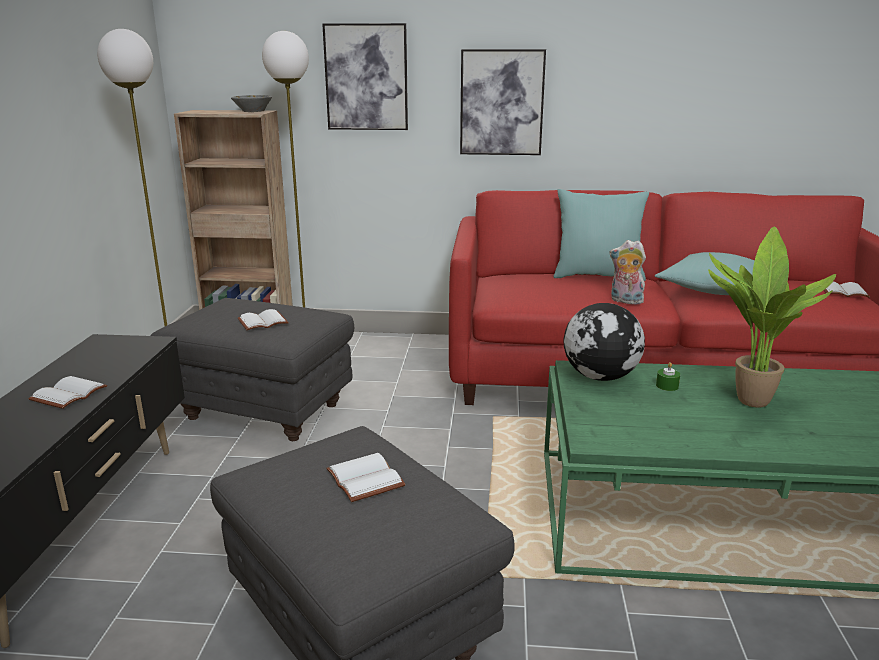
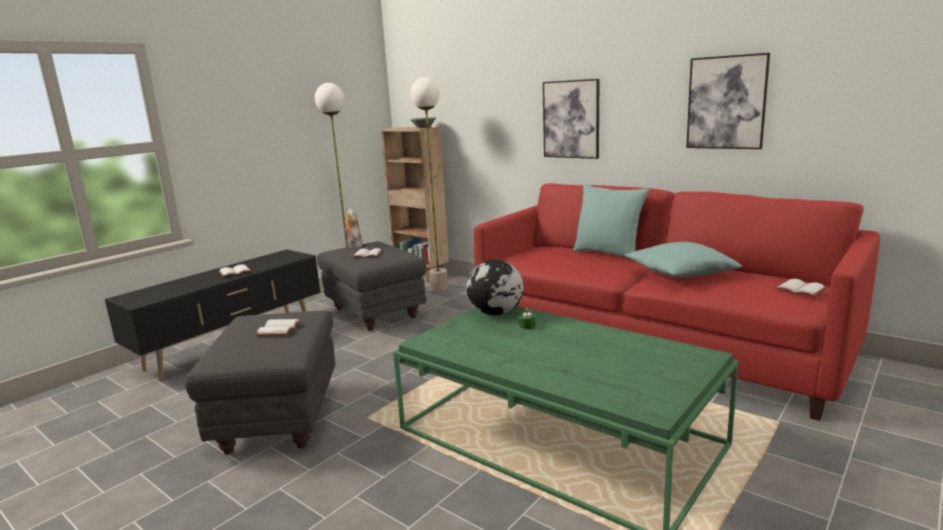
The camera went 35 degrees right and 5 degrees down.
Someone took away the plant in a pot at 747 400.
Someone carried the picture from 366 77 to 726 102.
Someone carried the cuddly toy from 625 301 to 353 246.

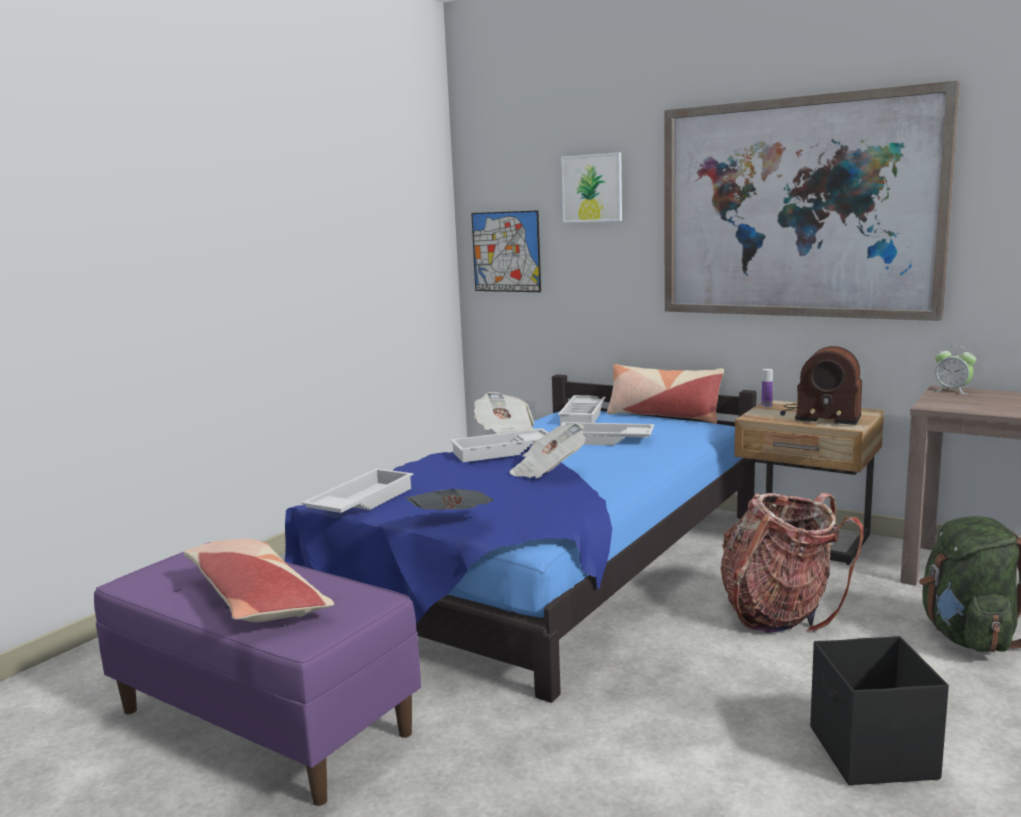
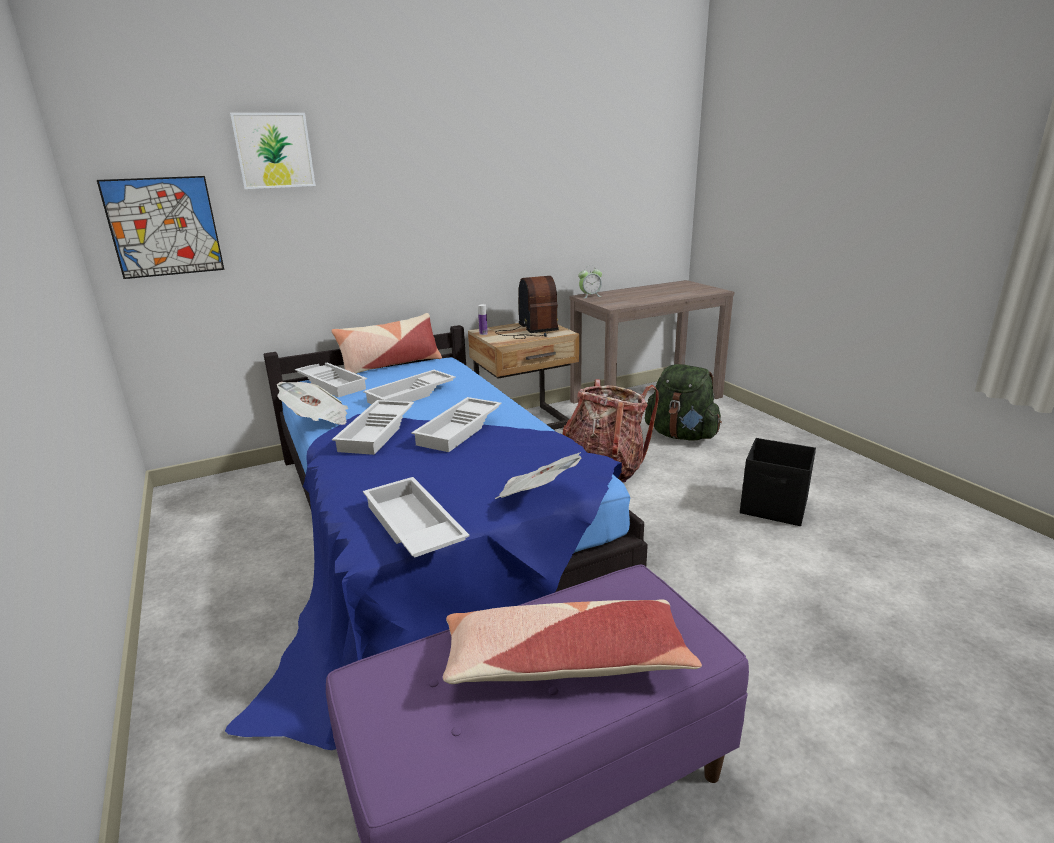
The camera went 60 degrees left and 10 degrees up.
Someone took away the picture at 798 208.
Someone swapped the newspaper at 548 471 for the white-coloured serving tray at 460 430.
Someone rotated the radio set at 819 415 by 75 degrees counterclockwise.

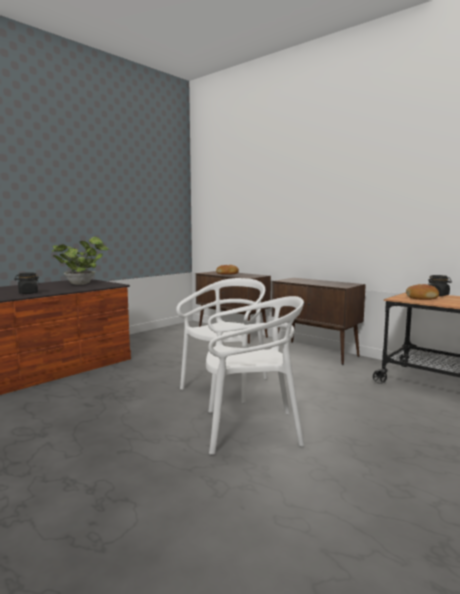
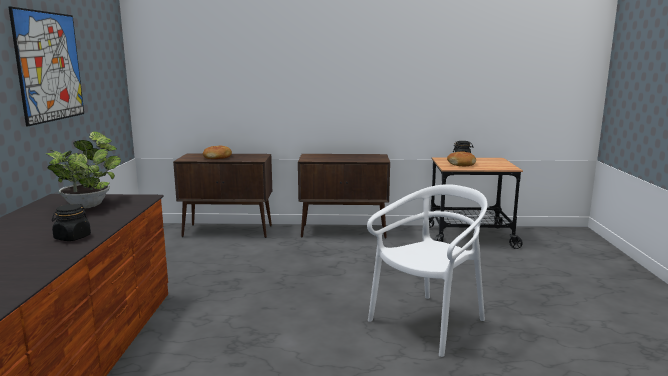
The camera went 40 degrees left and 5 degrees up.
Someone took away the white-coloured plain chair at 227 385.
Someone put up the picture at 50 66.

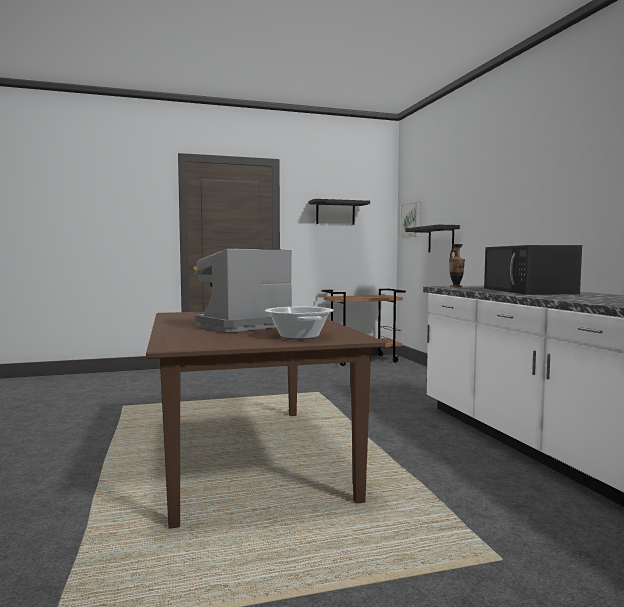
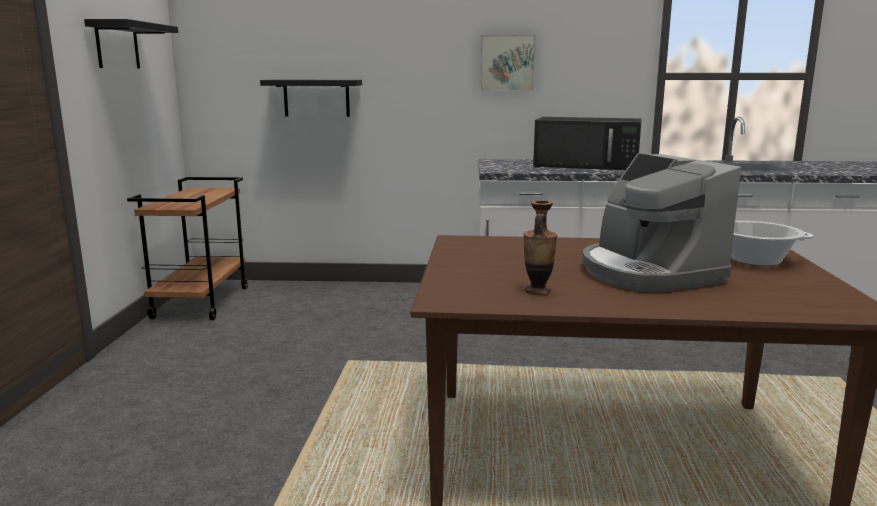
The camera went 70 degrees left and 10 degrees up.
Someone carried the picture from 411 220 to 507 63.
Someone carried the vase from 456 287 to 538 291.

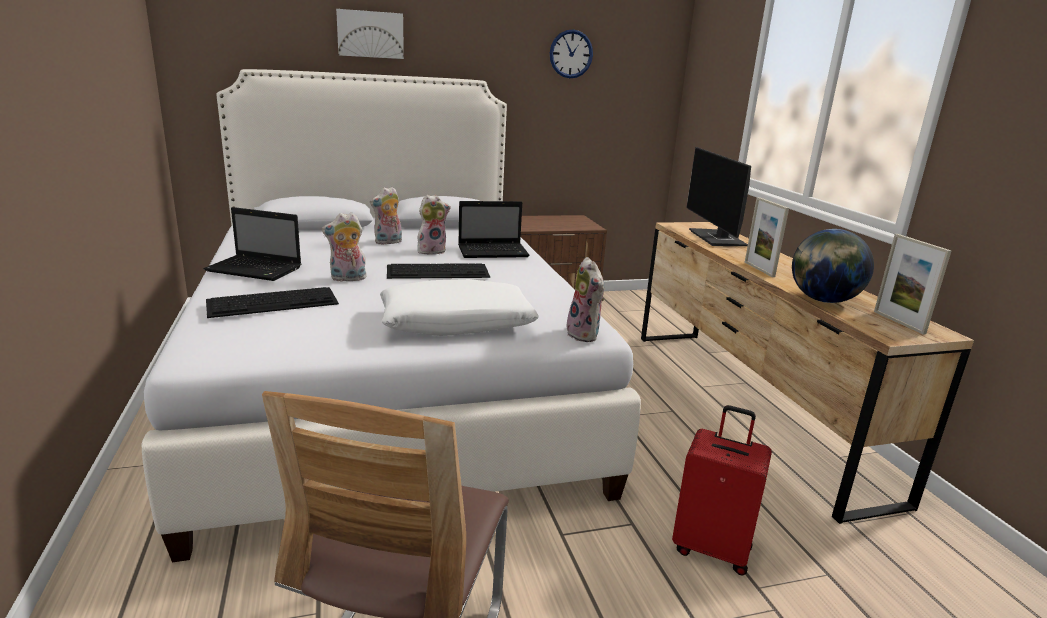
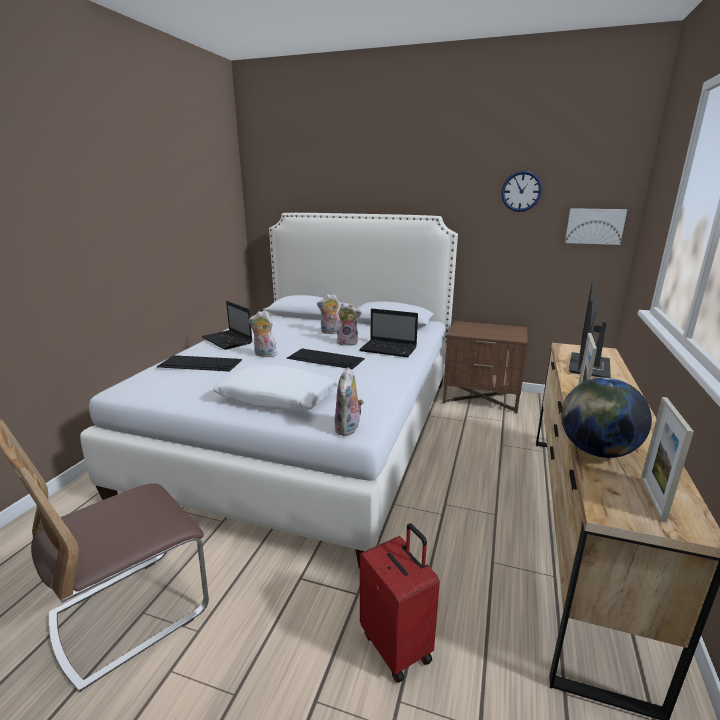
The camera went 35 degrees right and 0 degrees up.
Someone carried the picture from 370 34 to 594 226.

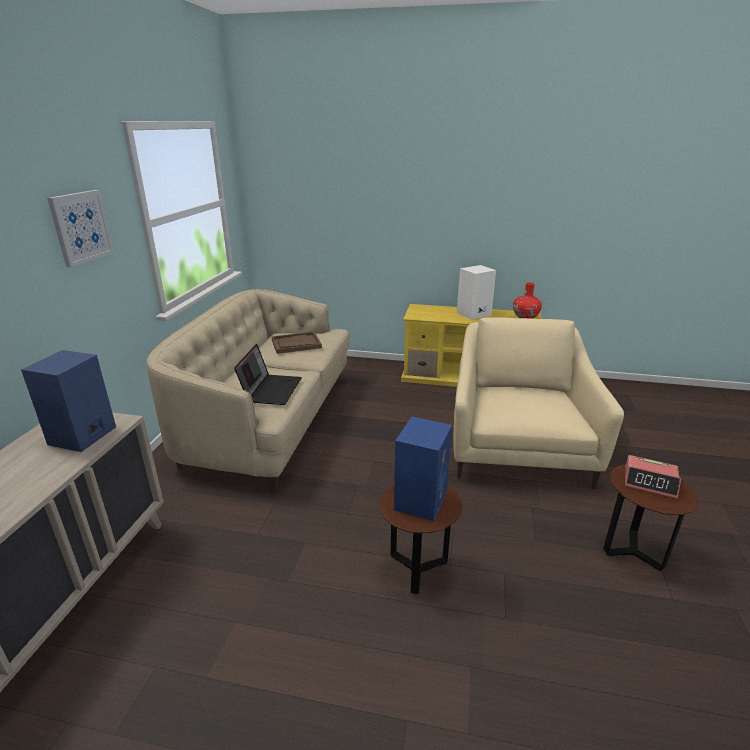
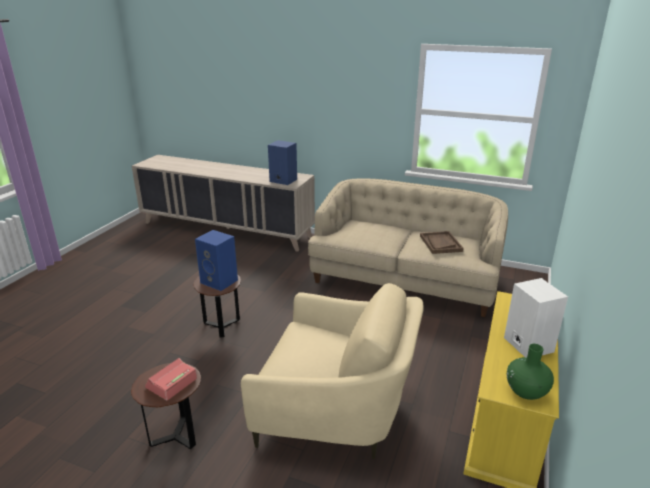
The camera went 100 degrees right and 0 degrees up.
Someone took away the picture at 81 227.
Someone took away the portable computer at 271 389.
Someone repainted the red vase at 525 317, which became the green-coloured vase at 526 391.

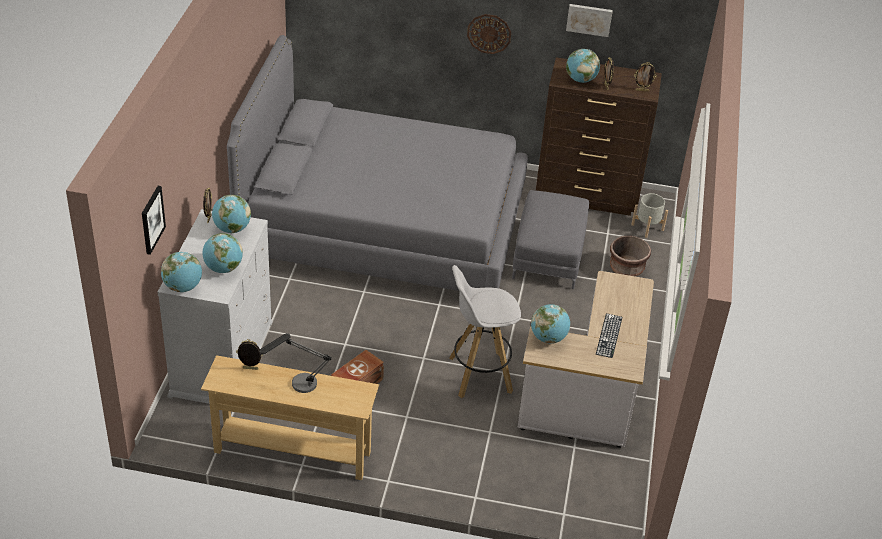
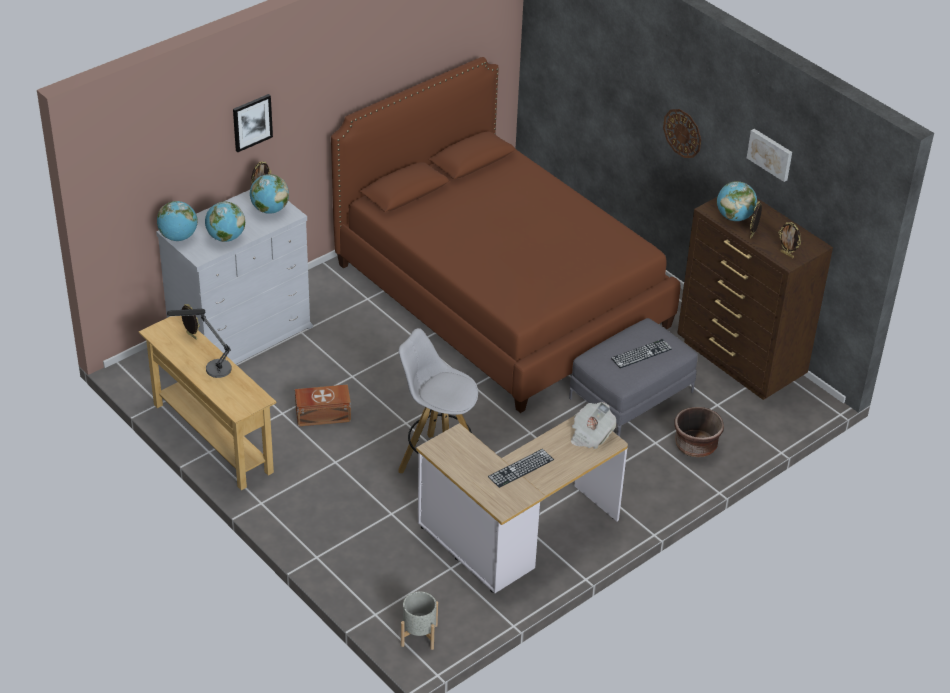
The camera went 40 degrees right and 0 degrees up.
Someone took away the world globe at 548 338.
Someone put down the newspaper at 590 435.
Someone put down the computer keyboard at 641 353.
Someone carried the picture from 152 219 to 252 122.
Someone carried the greyish planter from 647 227 to 419 635.
Someone repainted the greyish bedroom bed at 383 227, which became the brownish bedroom bed at 501 294.

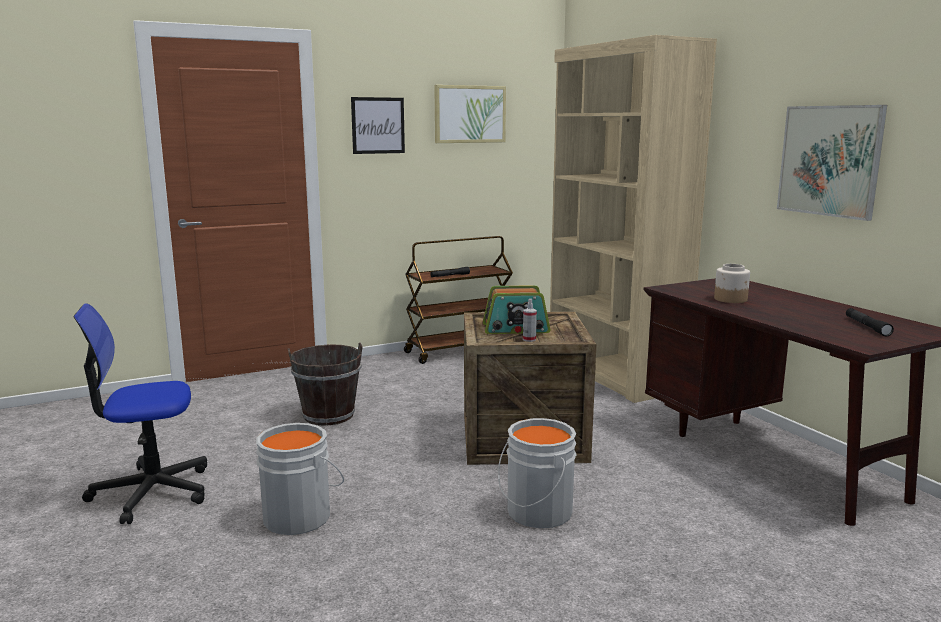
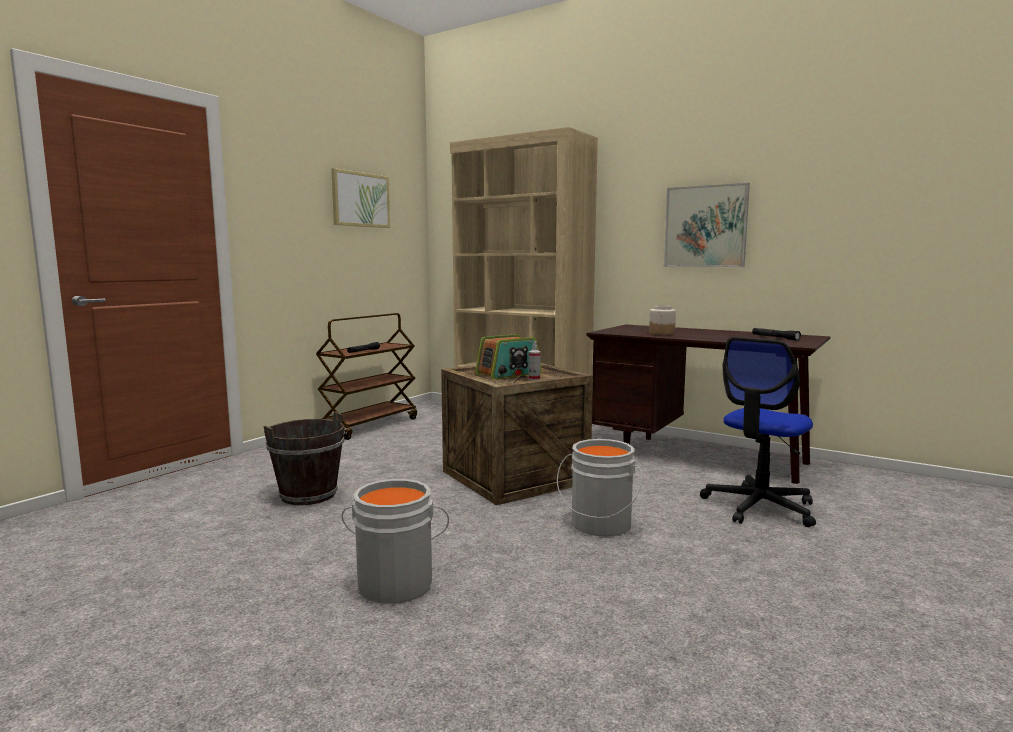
The camera went 30 degrees left and 5 degrees down.
Someone took away the picture at 378 125.
Someone carried the computer chair from 151 492 to 759 507.

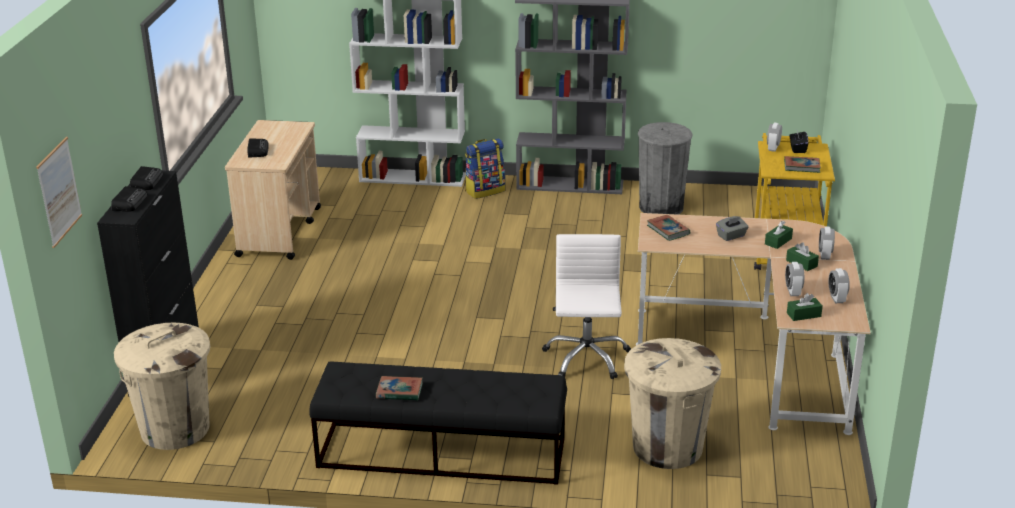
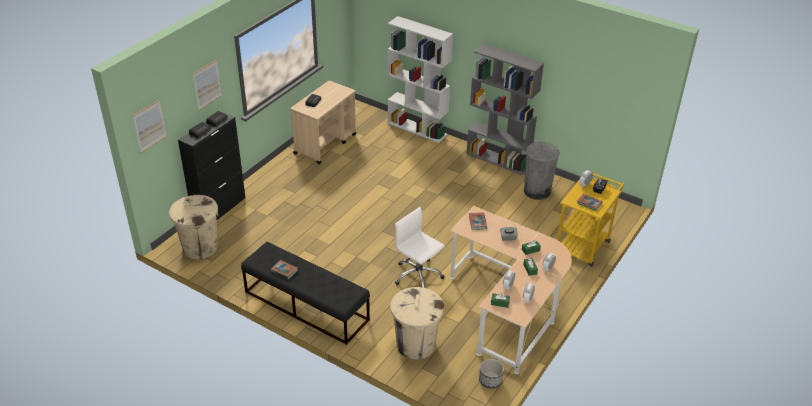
The camera went 25 degrees right and 10 degrees up.
Someone took away the backpack at 485 191.
Someone put up the picture at 207 84.
Someone put down the planter at 490 380.
Someone rotated the white-coloured computer chair at 586 357 by 75 degrees counterclockwise.

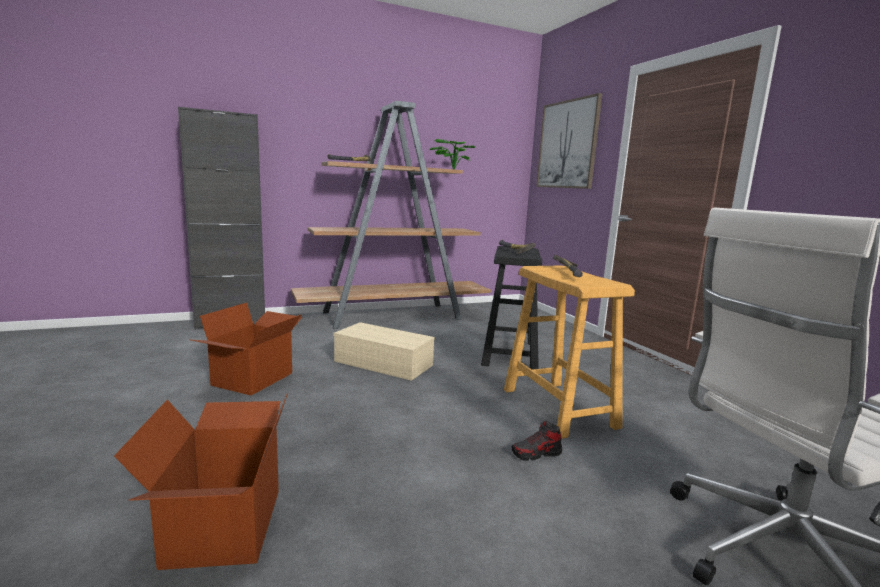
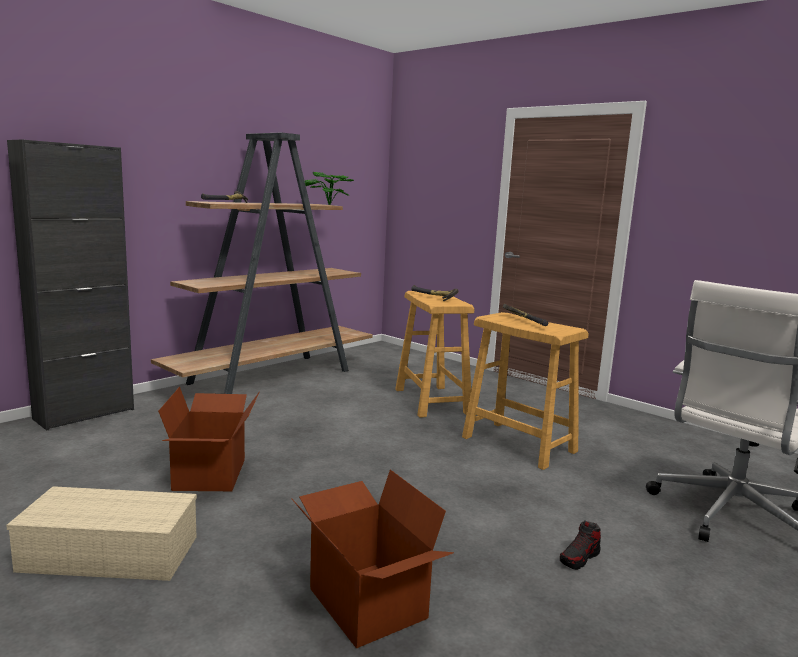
The camera went 25 degrees left and 0 degrees up.
Someone took away the picture at 567 144.
Someone carried the sand-coloured storage box from 385 363 to 113 553.
Someone carried the shoe from 536 454 to 579 558.
Someone repainted the blackish stool at 509 354, which became the sand-coloured stool at 432 401.

